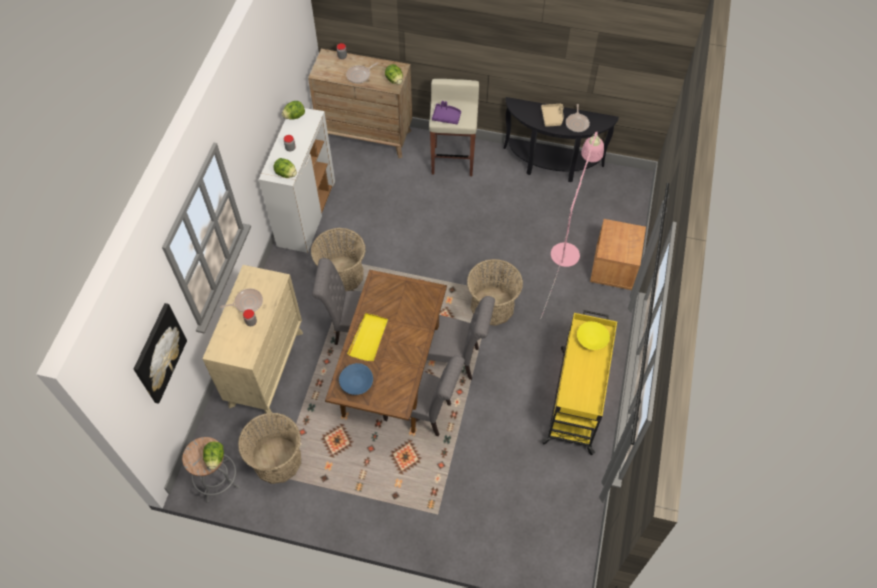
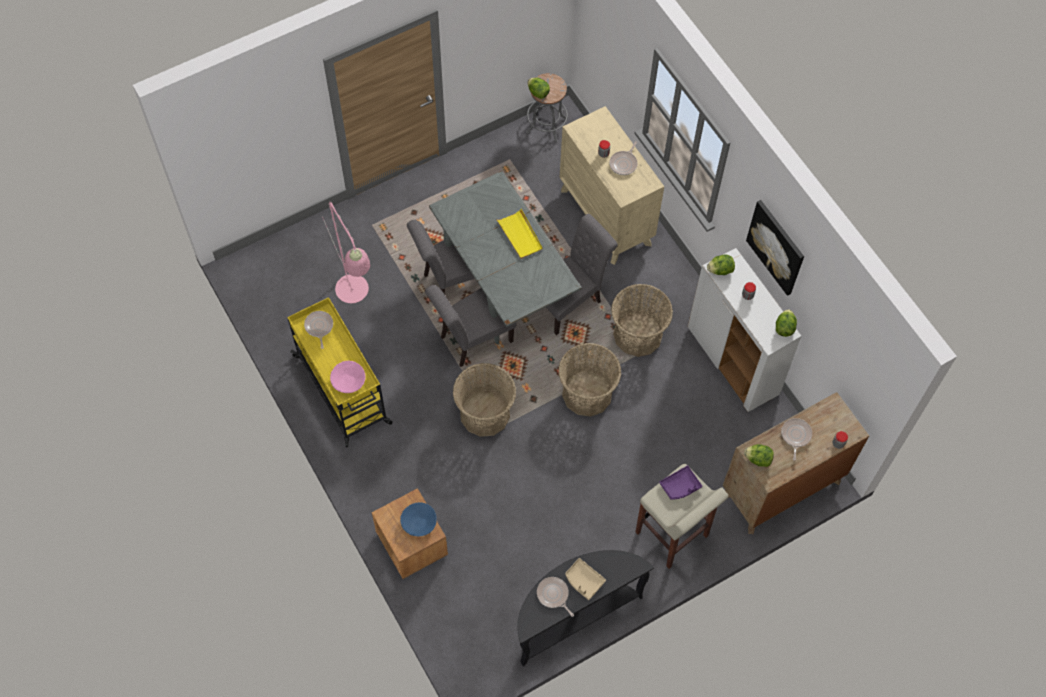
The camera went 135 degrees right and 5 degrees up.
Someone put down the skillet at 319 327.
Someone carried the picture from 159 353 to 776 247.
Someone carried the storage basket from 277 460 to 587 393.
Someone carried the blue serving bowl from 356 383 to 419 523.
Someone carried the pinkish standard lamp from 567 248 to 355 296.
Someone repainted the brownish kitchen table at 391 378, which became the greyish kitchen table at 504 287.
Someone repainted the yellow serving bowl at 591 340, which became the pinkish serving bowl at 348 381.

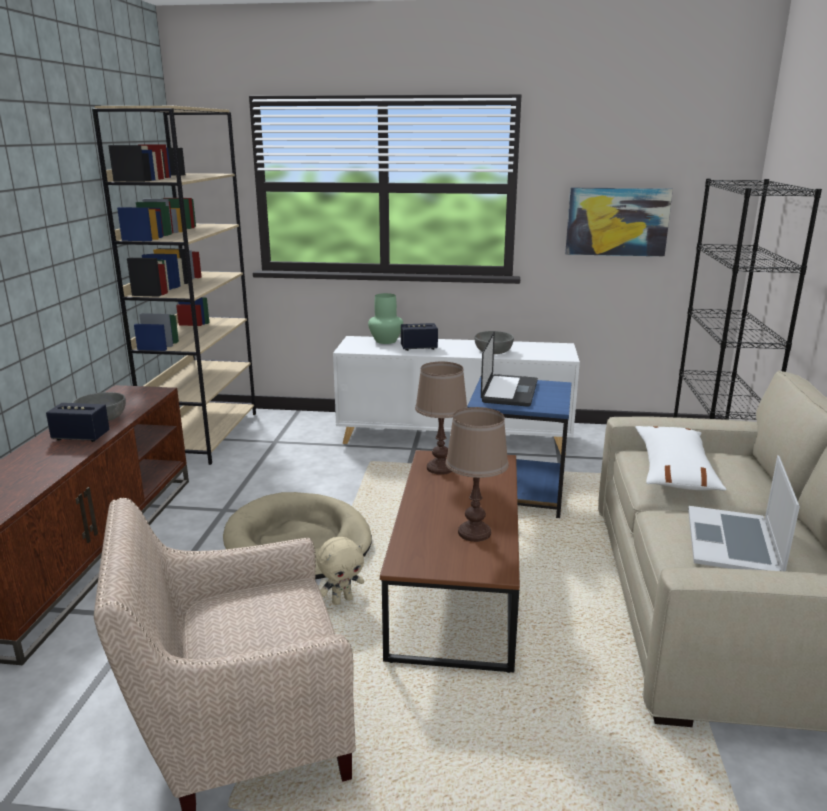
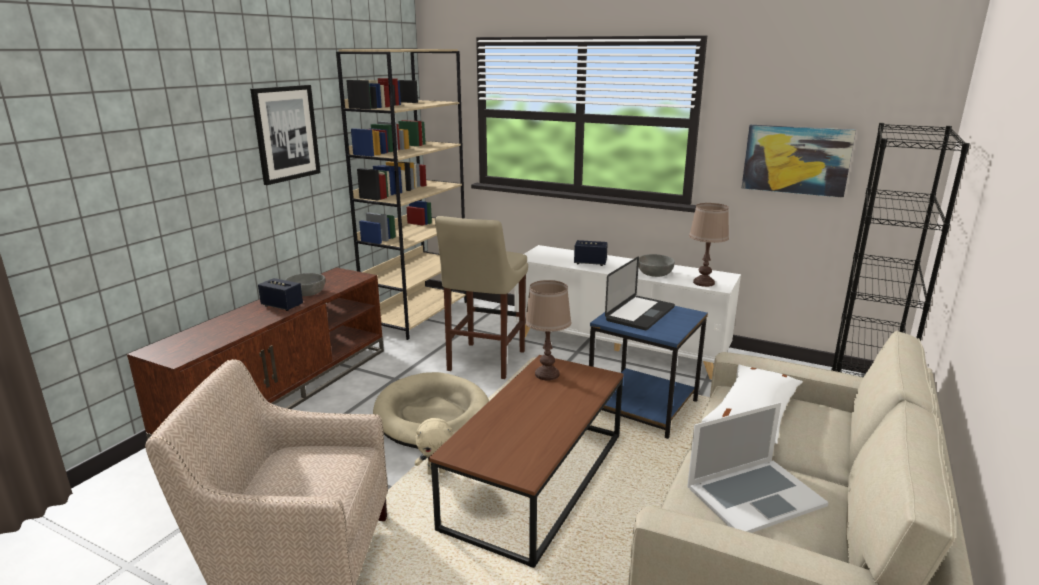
The camera went 20 degrees right and 0 degrees up.
Someone took away the green-coloured vase at 385 341.
Someone put up the picture at 286 133.
Someone put down the sand-coloured stool at 484 362.
Someone carried the brownish lamp for a table from 474 532 to 703 283.
Someone rotated the portable computer at 733 540 by 150 degrees counterclockwise.

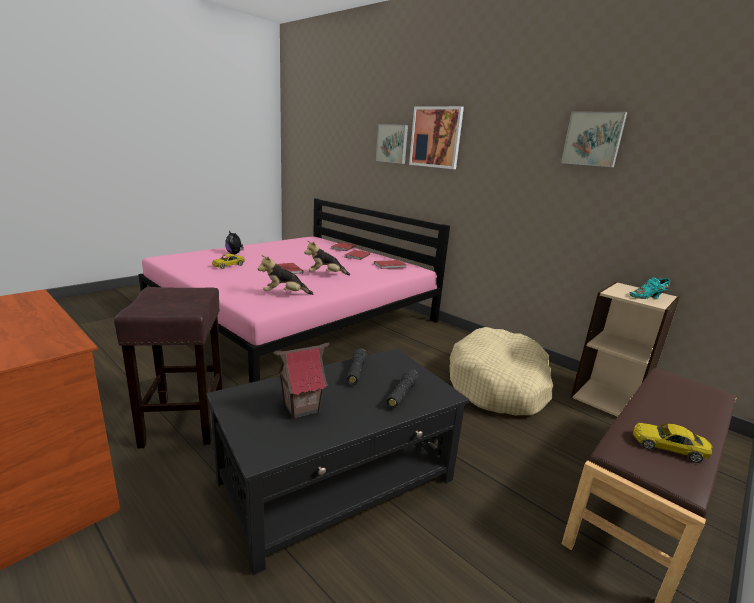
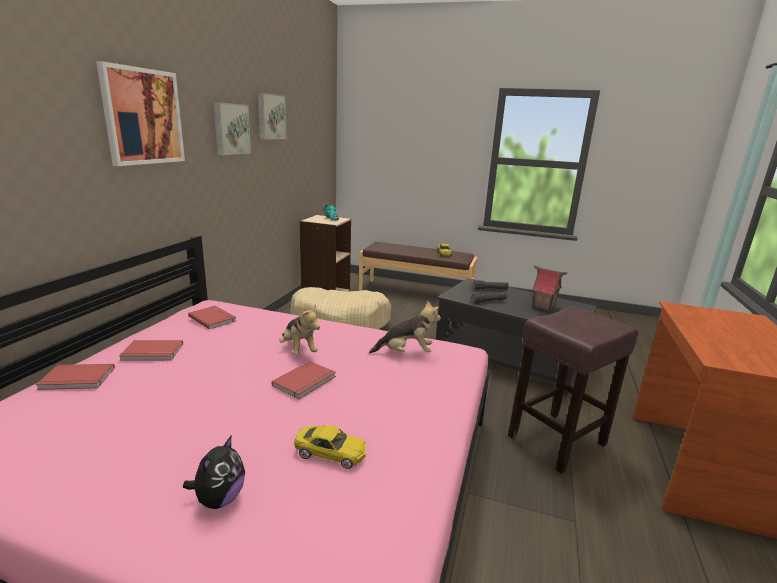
The camera went 115 degrees left and 0 degrees up.
Someone carried the picture from 392 143 to 230 129.
Someone rotated the cuddly toy at 284 294 by 60 degrees counterclockwise.

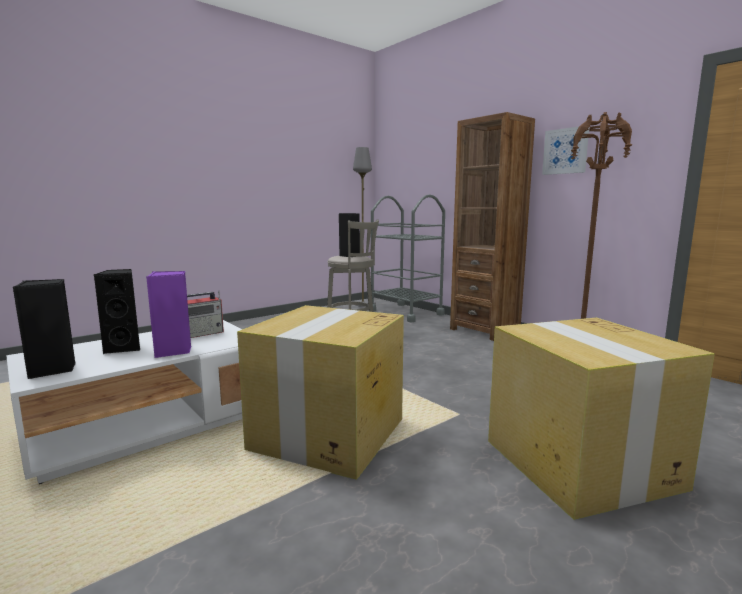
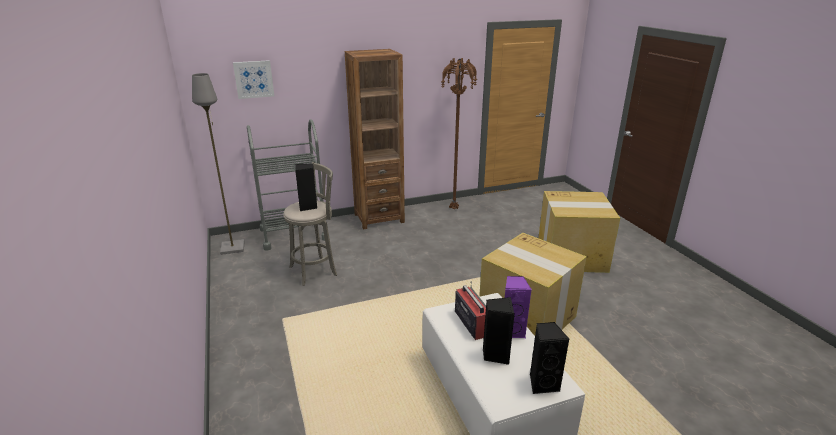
The camera went 70 degrees left and 15 degrees up.
Someone carried the picture from 565 151 to 254 79.

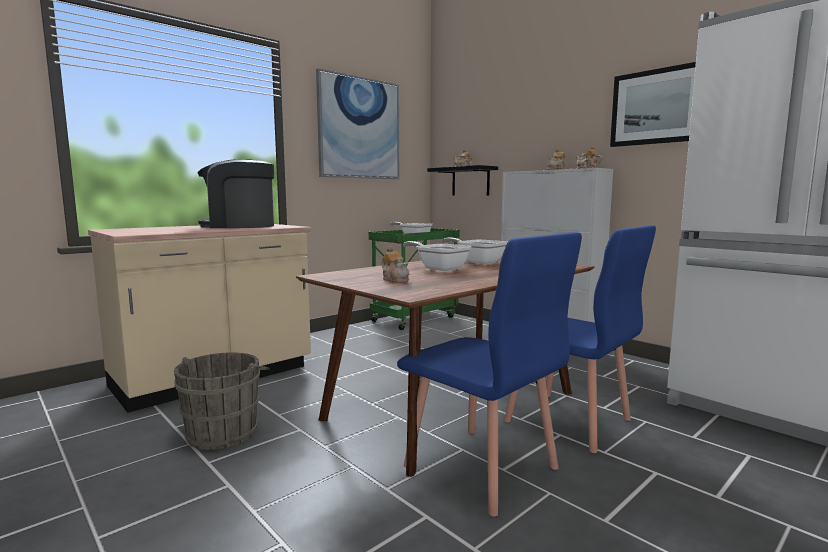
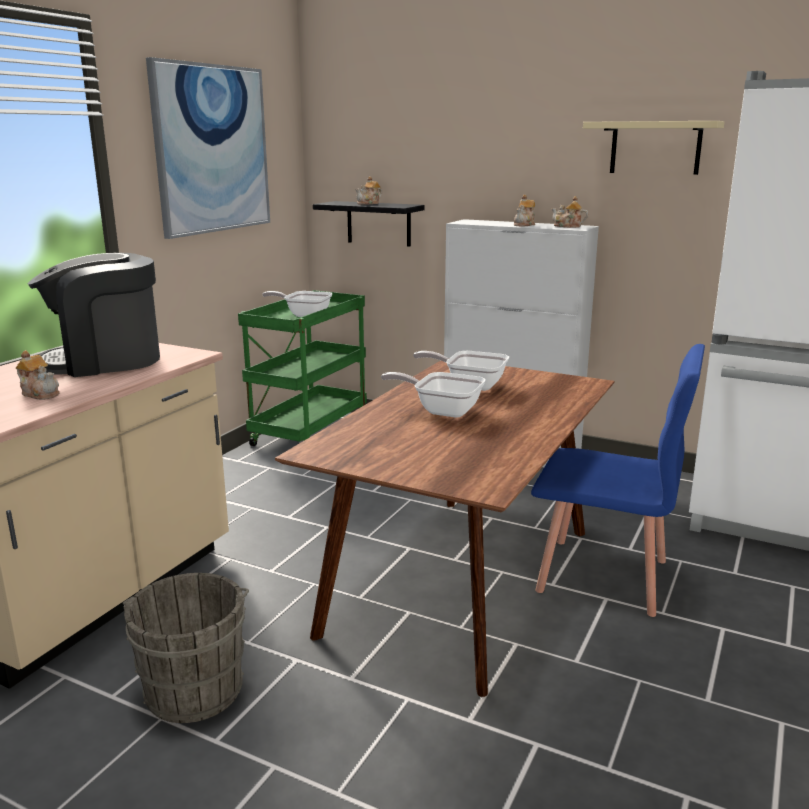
The camera went 20 degrees left and 10 degrees up.
Someone took away the blue plain chair at 481 467.
Someone carried the teapot from 395 280 to 40 394.
Someone swapped the picture at 656 107 for the sand-coloured wall shelf at 655 148.

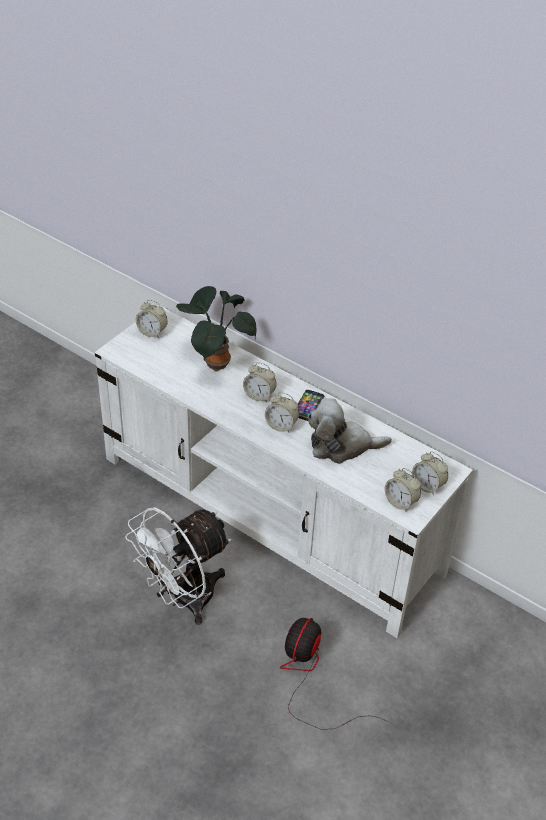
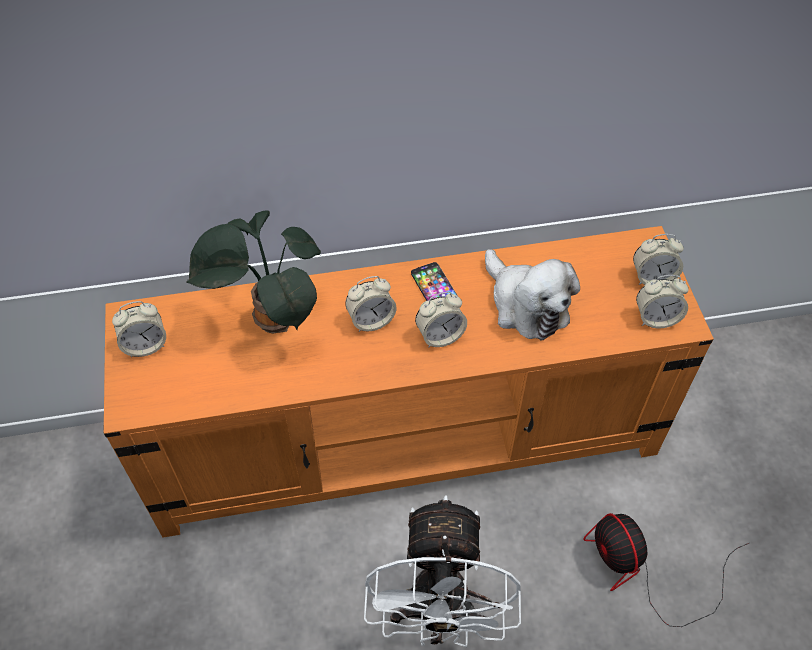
The camera went 45 degrees left and 10 degrees up.
Someone repainted the white-coloured tv unit at 270 515, which became the orangey tv unit at 407 439.
Someone rotated the cuddly toy at 342 445 by 75 degrees counterclockwise.

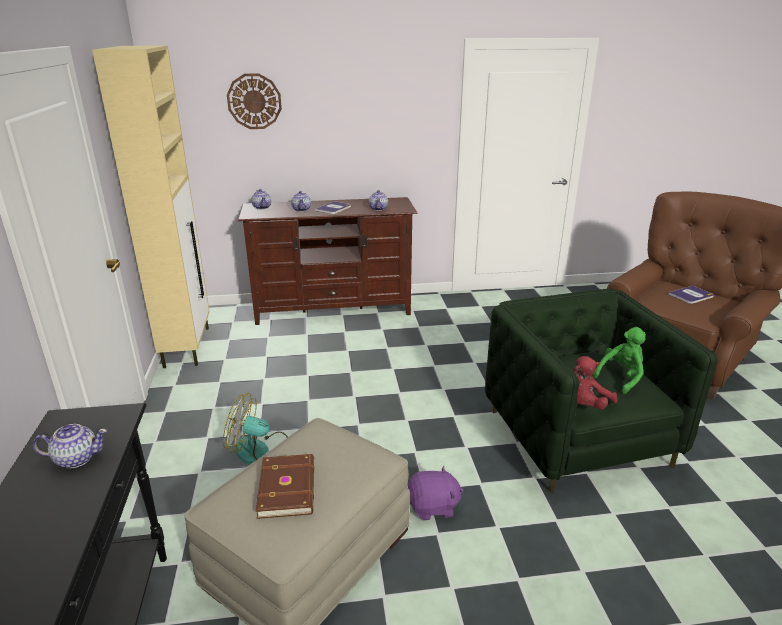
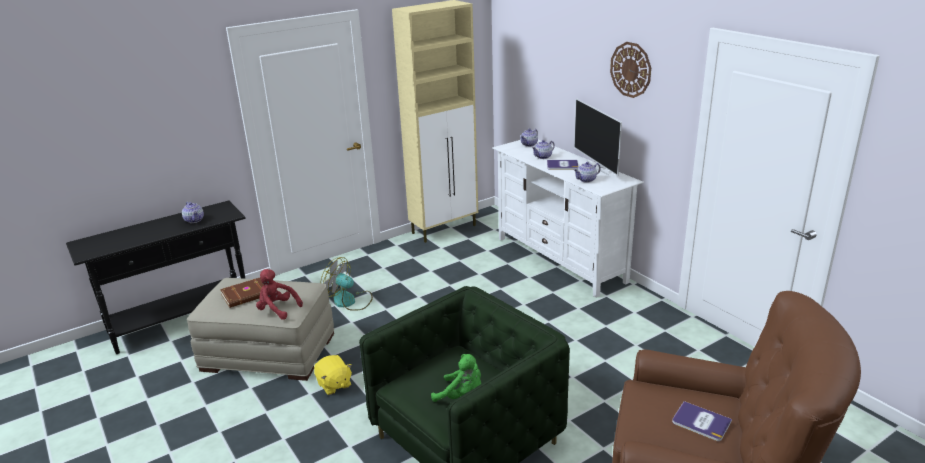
The camera went 65 degrees right and 0 degrees up.
Someone put down the TV at 598 167.
Someone carried the wall clock from 254 101 to 631 69.
Someone carried the red cuddly toy from 585 404 to 277 309.
Someone repainted the brownish tv unit at 333 309, which became the white-coloured tv unit at 560 259.
Someone repainted the purple cuddly toy at 433 507, which became the yellow cuddly toy at 334 385.
Someone rotated the cooling fan at 260 452 by 45 degrees counterclockwise.

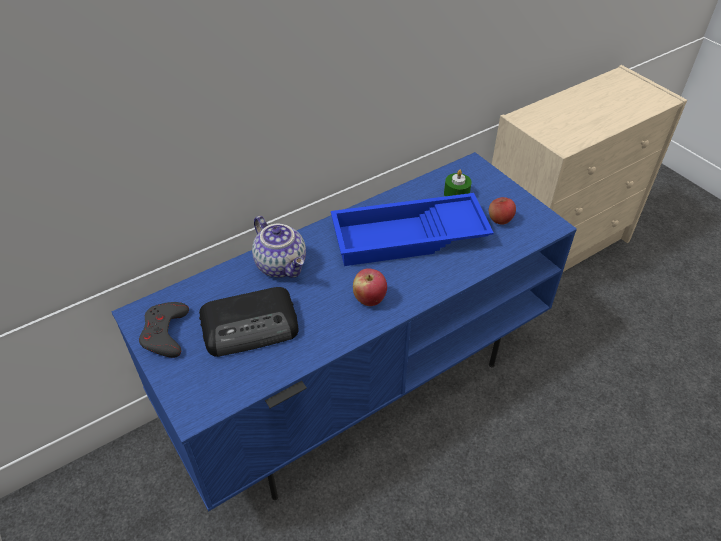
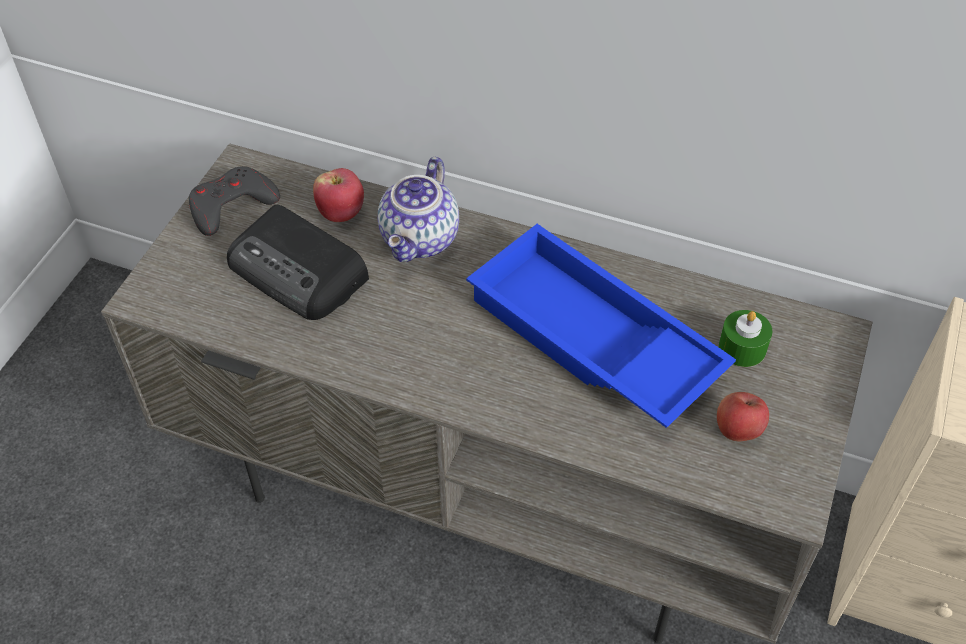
The camera went 55 degrees right and 5 degrees up.
Someone carried the apple from 369 299 to 341 213.
Someone repainted the blue tv unit at 359 382, which became the greyish tv unit at 489 487.

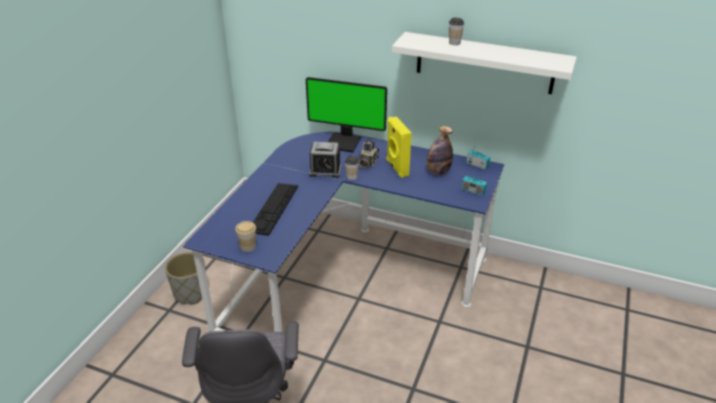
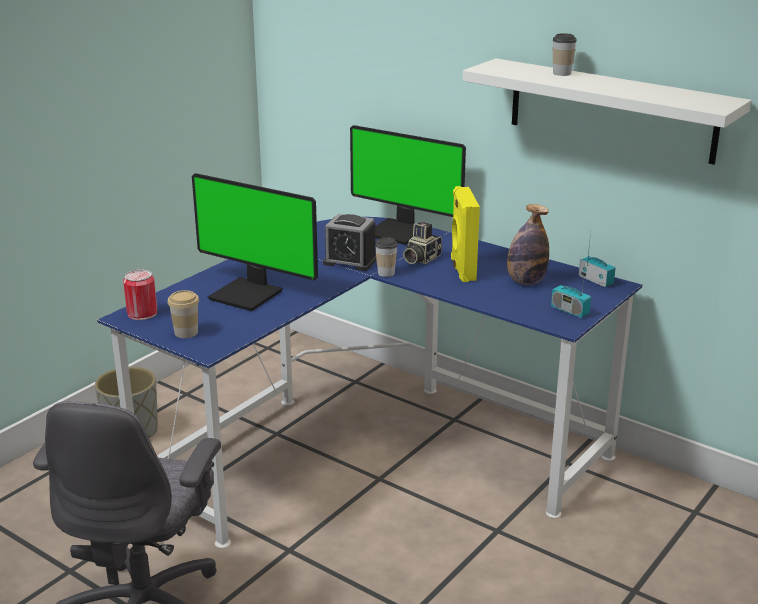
The camera went 15 degrees right and 10 degrees down.
Someone put down the sealed can at 142 313.
Someone swapped the computer keyboard at 273 208 for the computer screen at 248 294.

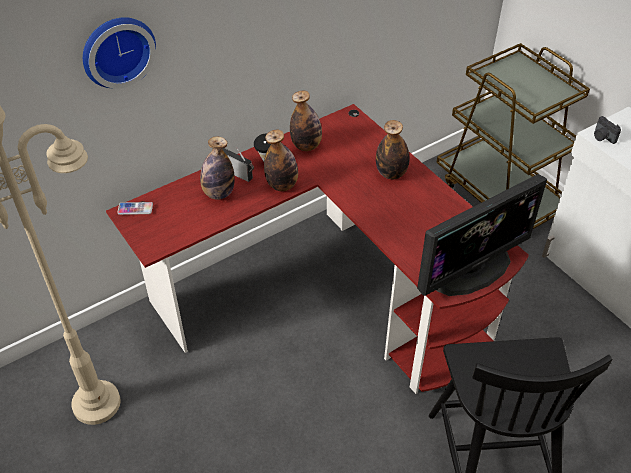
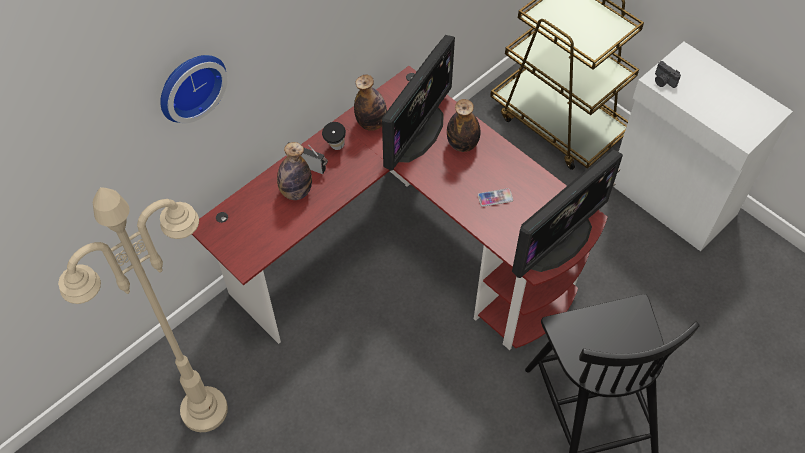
The camera went 10 degrees left and 10 degrees up.
Someone took away the beverage bottle at 282 185.
Someone put down the computer screen at 417 133.
Someone carried the phone from 135 209 to 495 198.

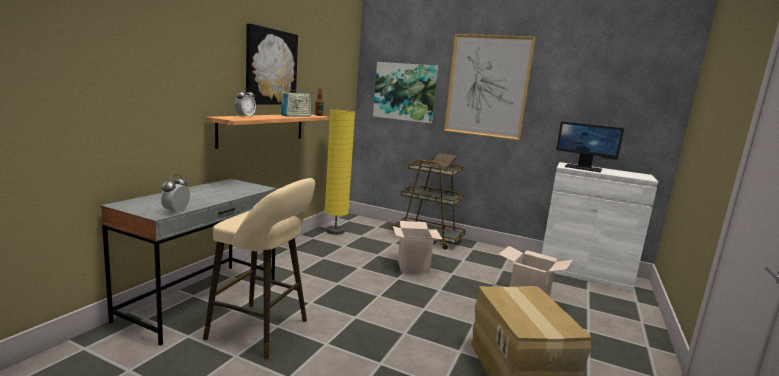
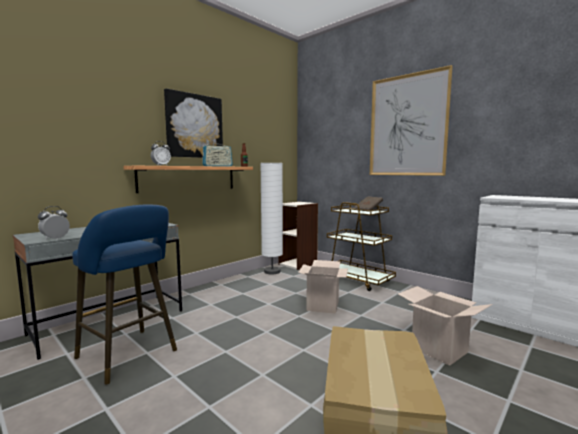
The camera went 20 degrees right and 5 degrees down.
Someone took away the picture at 405 92.
Someone took away the computer screen at 583 168.
Someone put down the bookcase at 298 264.
Someone repainted the sand-coloured stool at 263 331, which became the blue stool at 130 356.
Someone repainted the yellow standard lamp at 335 231, which became the white-coloured standard lamp at 272 271.

